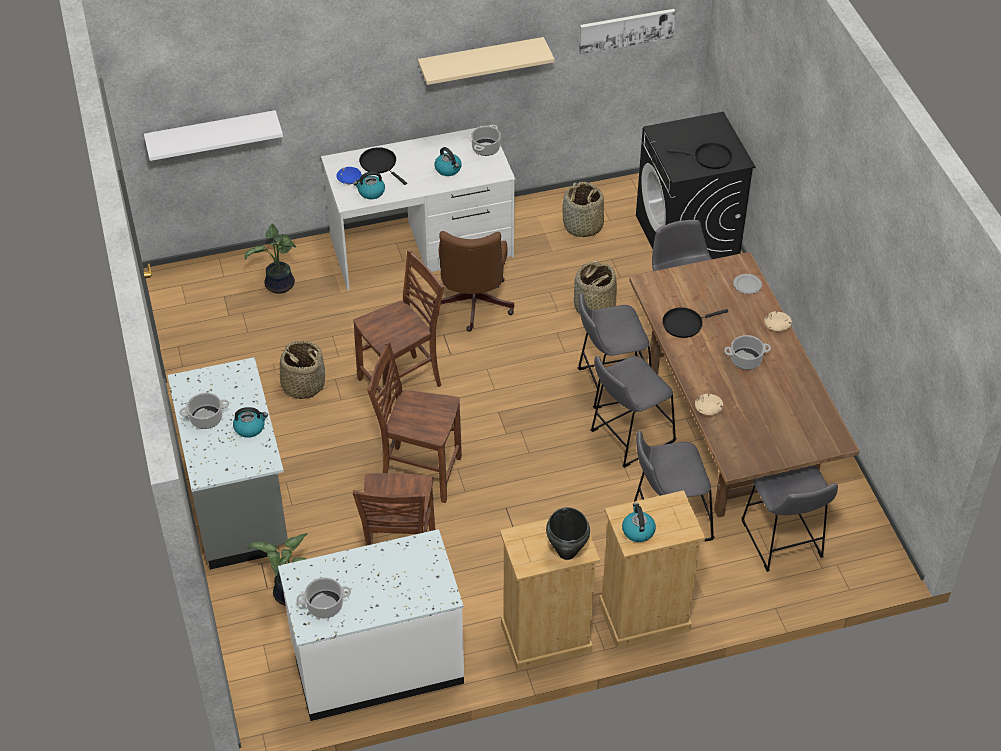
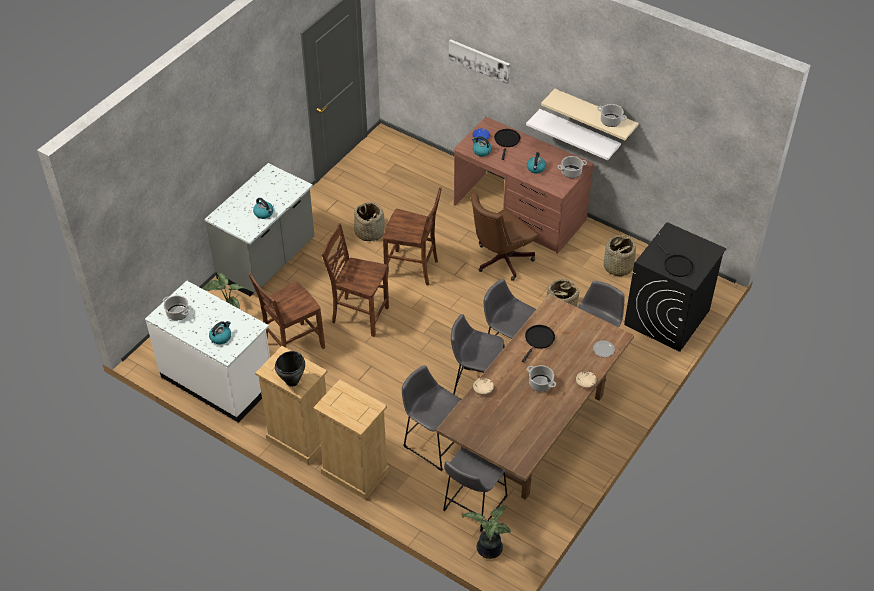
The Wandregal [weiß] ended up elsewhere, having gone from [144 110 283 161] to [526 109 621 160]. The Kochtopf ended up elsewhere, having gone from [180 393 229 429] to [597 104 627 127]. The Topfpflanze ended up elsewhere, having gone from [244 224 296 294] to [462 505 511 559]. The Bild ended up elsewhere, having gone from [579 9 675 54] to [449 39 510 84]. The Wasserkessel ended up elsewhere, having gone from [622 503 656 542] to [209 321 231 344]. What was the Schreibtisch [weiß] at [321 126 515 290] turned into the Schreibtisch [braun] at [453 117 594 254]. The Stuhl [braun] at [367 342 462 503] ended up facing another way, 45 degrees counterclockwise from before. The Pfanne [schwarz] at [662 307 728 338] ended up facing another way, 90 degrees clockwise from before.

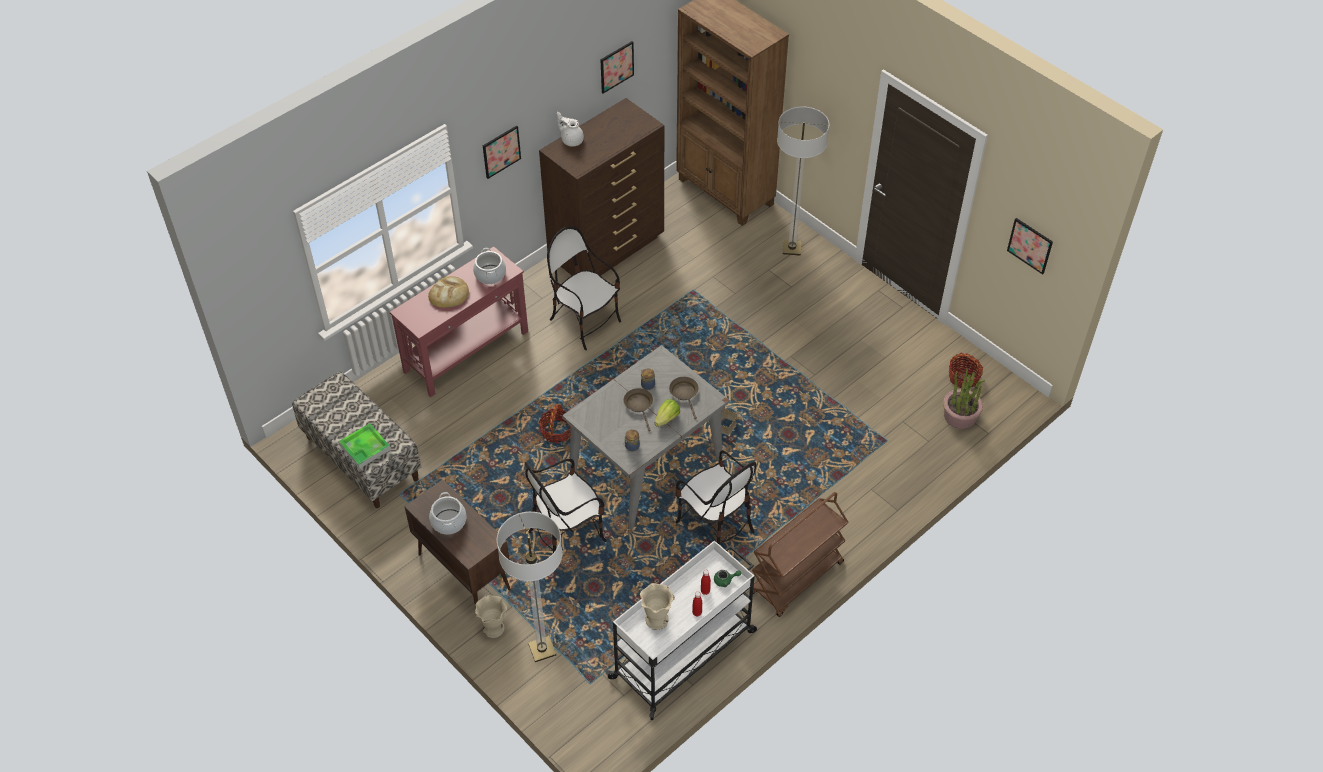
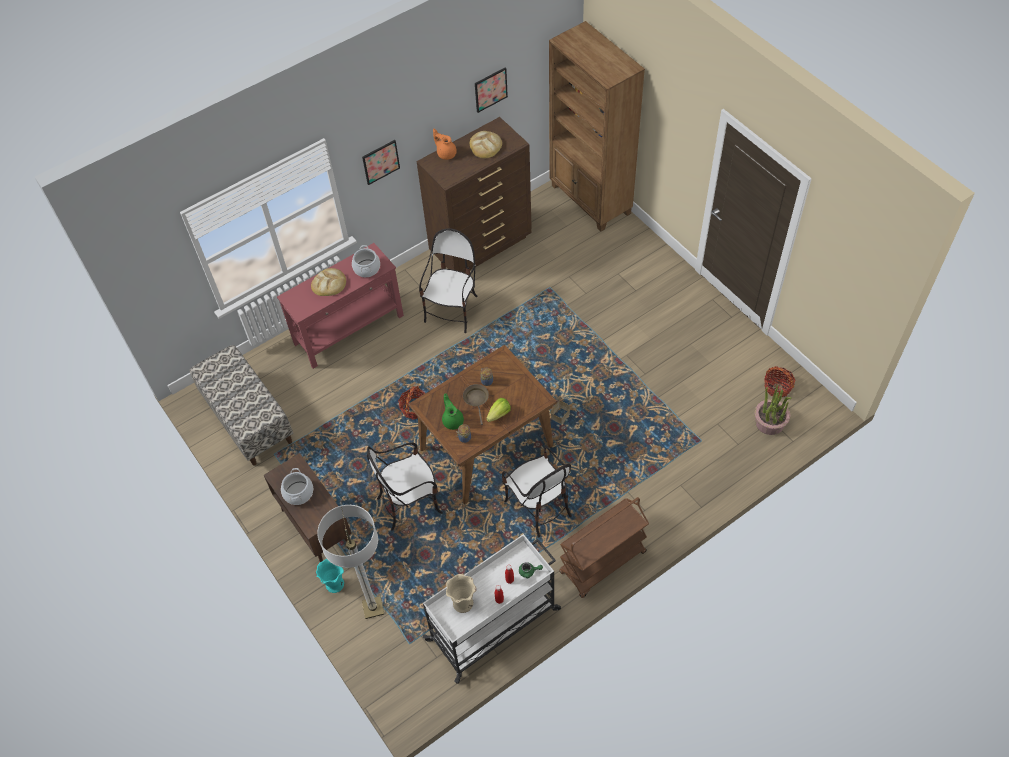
The second view lost the Tablett at [339 423 391 469]. The second view lost the Pfanne [braun] at [669 377 698 419]. The second view lost the Stehlampe at [777 107 829 256]. The second view lost the Bild at [1007 218 1053 275]. The second view gained the Teekanne [grün] at [442 393 464 430]. The second view gained the Brot at [470 131 502 158]. What was the Vase [beige] at [474 595 507 638] turned into the Vase [türkis] at [315 559 344 593]. What was the Teekanne [weiß] at [557 112 584 147] turned into the Teekanne [orange] at [433 128 457 160]. What was the Esstisch [grau] at [562 345 730 530] turned into the Esstisch [braun] at [408 345 557 504]. The Stuhl at [547 226 621 350] ended up facing another way, 60 degrees clockwise from before.

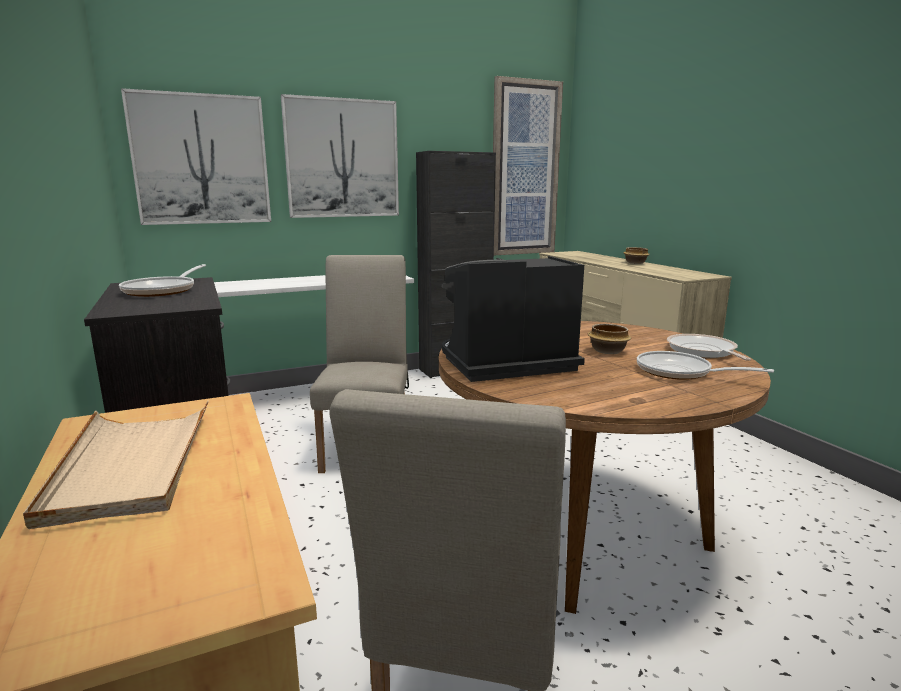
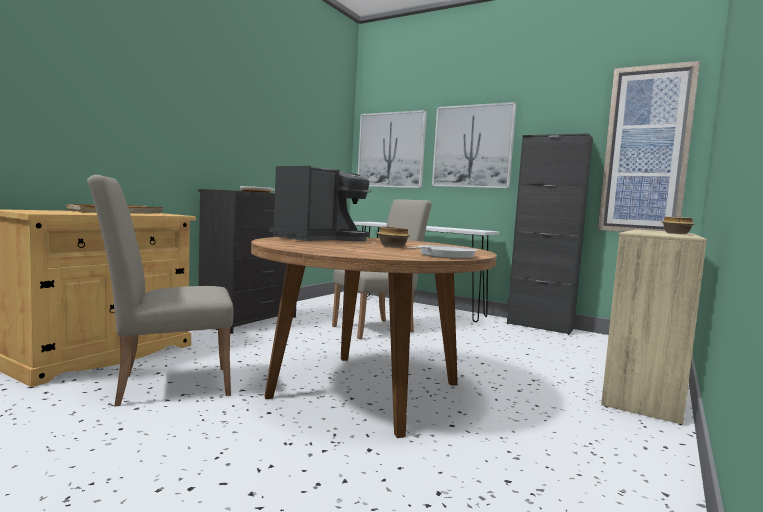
The second view lost the Pfanne at [637 351 774 380]. The Kaffeemaschine at [442 256 585 382] ended up facing another way, 90 degrees clockwise from before.

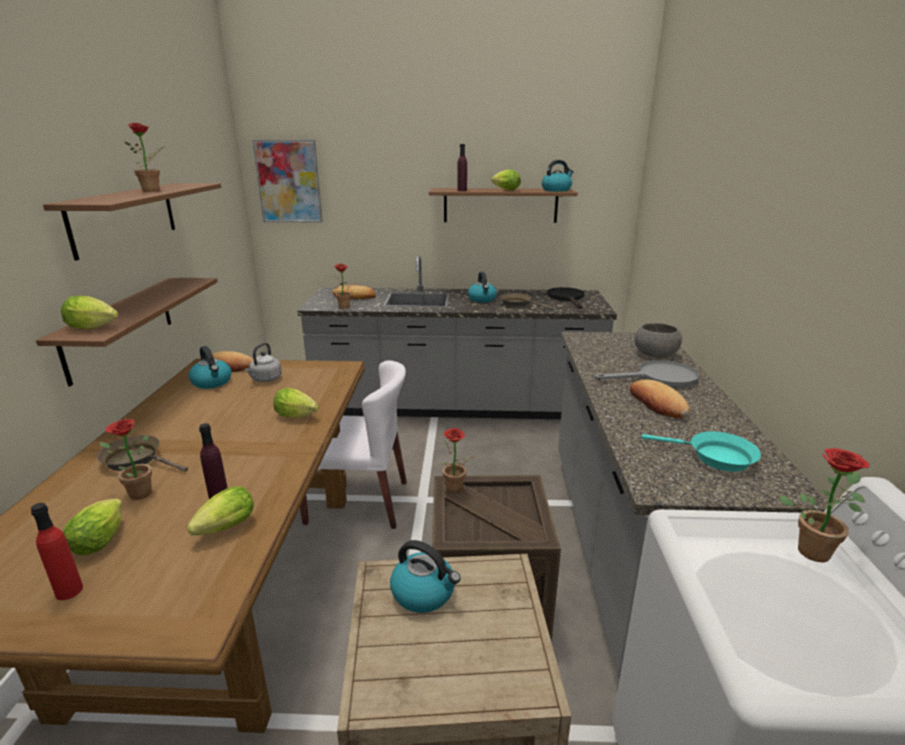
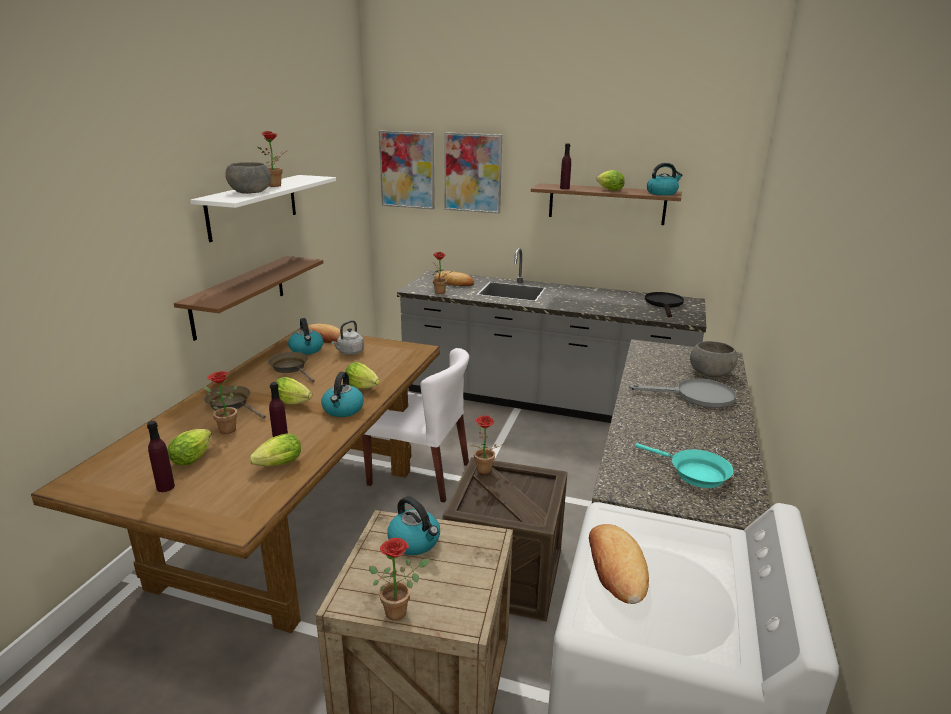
The second view gained the Schüssel [grau] at [225 162 271 194]. The second view gained the Bild at [444 132 502 214]. The Salatkopf ended up elsewhere, having gone from [61 295 118 329] to [276 377 312 405]. The Wasserkessel ended up elsewhere, having gone from [468 272 497 302] to [321 372 364 417]. The Pfanne [braun] ended up elsewhere, having gone from [500 293 553 309] to [268 352 314 382]. The Brot ended up elsewhere, having gone from [630 379 690 418] to [589 524 649 604]. The Topfpflanze ended up elsewhere, having gone from [778 448 870 562] to [369 538 430 621]. What was the Flasche [rot] at [31 503 83 600] turned into the Flasche [lila] at [147 421 175 492]. What was the Wandregal [braun] at [43 183 221 261] turned into the Wandregal [weiß] at [190 175 336 242].

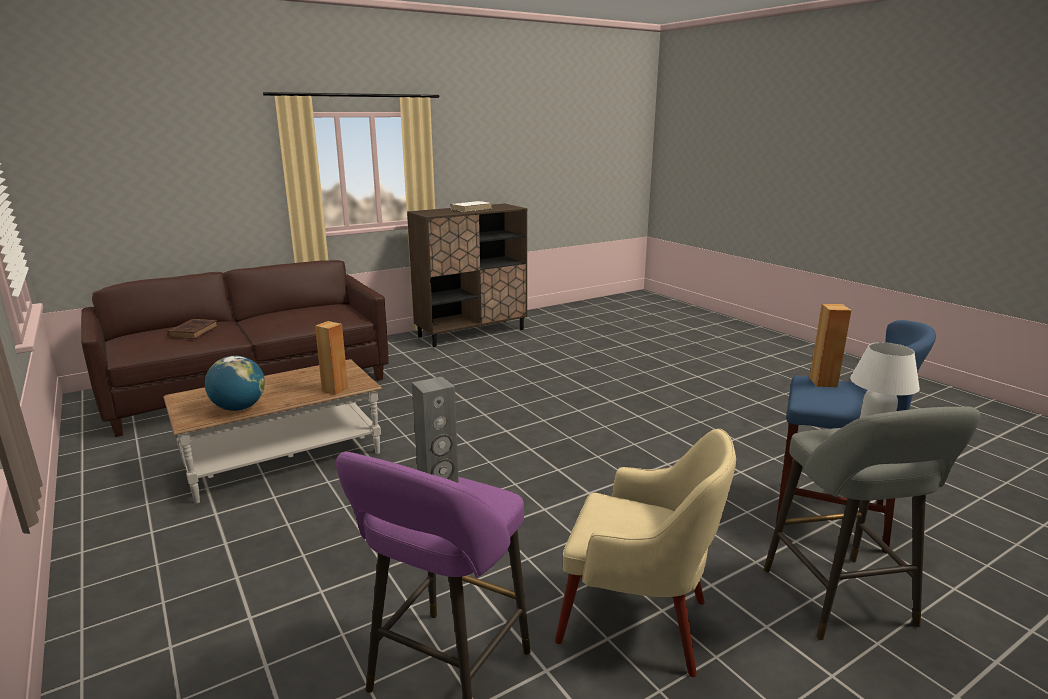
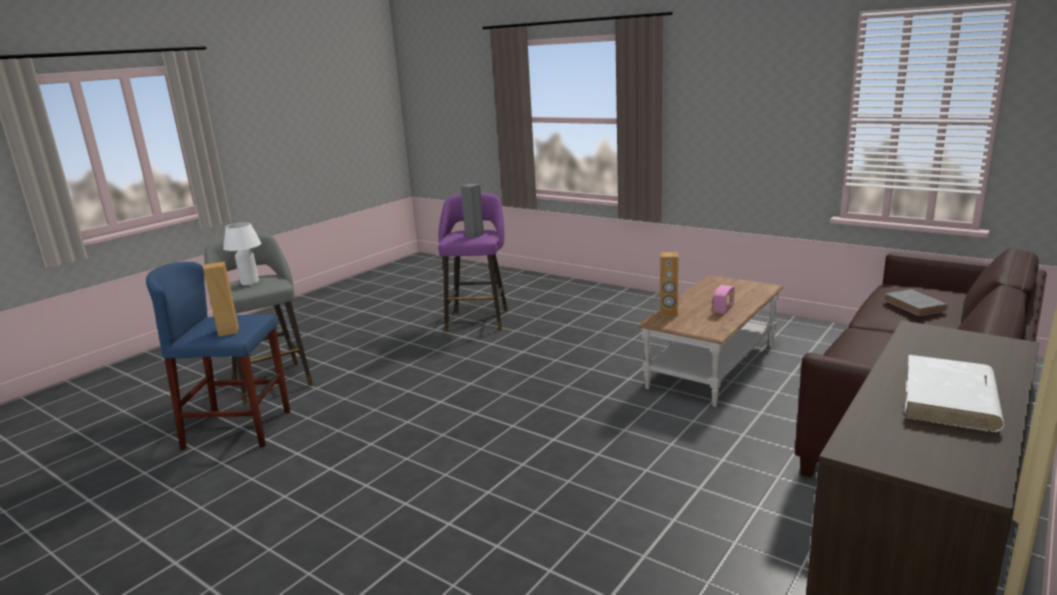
The second view lost the Globus at [205 356 265 411]. The second view lost the Sessel [beige] at [555 429 736 677]. The second view gained the Radio at [713 285 735 314]. What was the Buch [braun] at [167 319 218 339] turned into the Buch [grau] at [884 289 948 316].

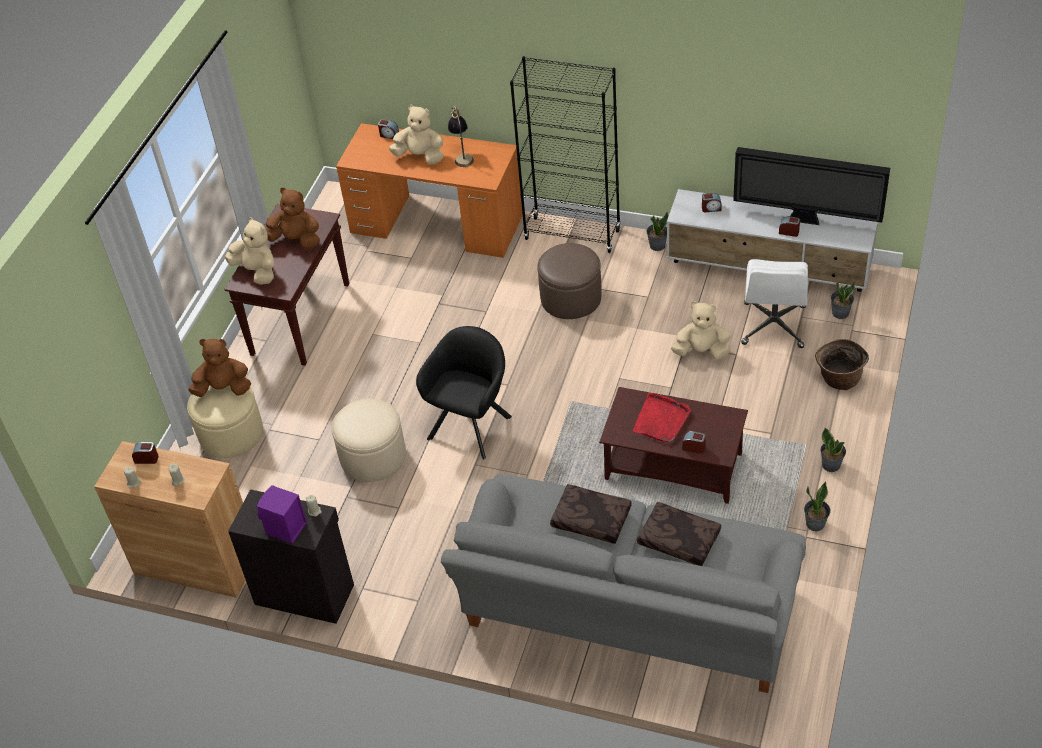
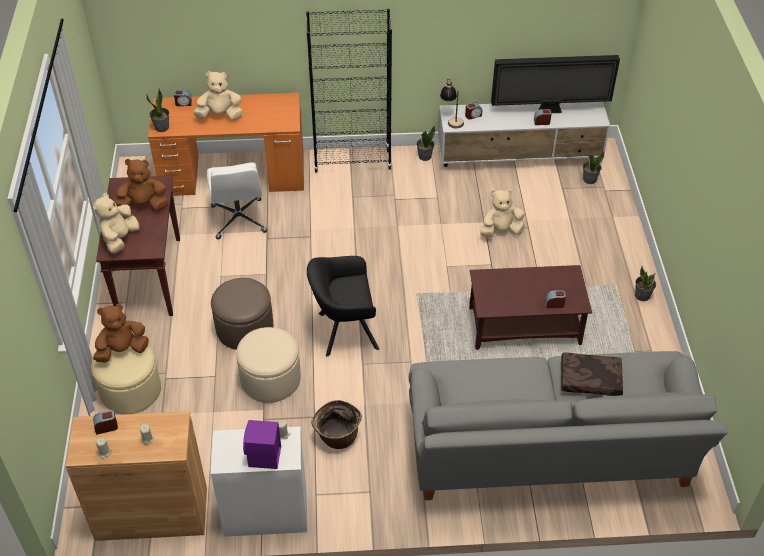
The second view lost the Kissen [braun] at [550 484 632 544]. The second view lost the Tablett [rot] at [633 392 691 442]. The Tischlampe ended up elsewhere, having gone from [448 106 474 167] to [440 77 464 128]. The Polsterhocker [braun] ended up elsewhere, having gone from [537 243 602 319] to [211 278 273 350]. The Bürostuhl [weiß] ended up elsewhere, having gone from [741 259 808 348] to [207 162 267 239]. The Topfpflanze ended up elsewhere, having gone from [804 481 831 531] to [146 88 169 132]. The Korb ended up elsewhere, having gone from [815 339 869 390] to [311 400 362 449]. What was the Schrank [schwarz] at [228 489 354 624] turned into the Schrank [weiß] at [211 426 307 537]. The Plüschtier [beige] at [225 217 274 285] ended up facing another way, 90 degrees counterclockwise from before. The Sessel [schwarz] at [416 326 512 459] ended up facing another way, 105 degrees counterclockwise from before.

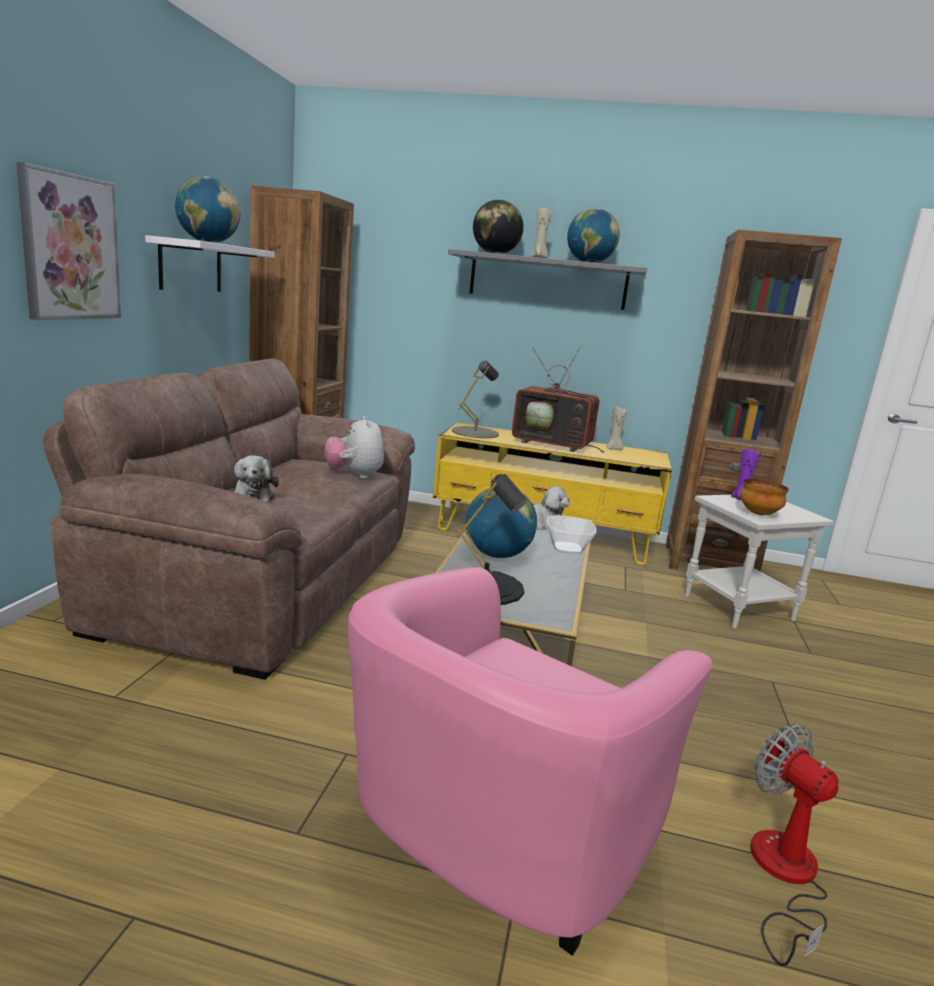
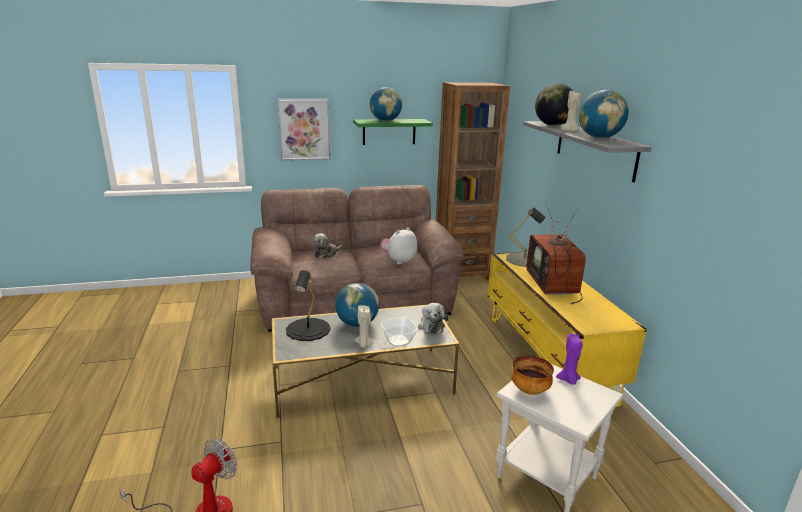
The second view lost the Sessel [rosa] at [348 567 713 955]. The second view lost the Bücherregal [braun] at [666 229 842 571]. The Kerze [beige] ended up elsewhere, having gone from [607 406 627 450] to [355 305 374 348]. What was the Wandregal [weiß] at [145 235 275 292] turned into the Wandregal [grün] at [353 119 433 145].

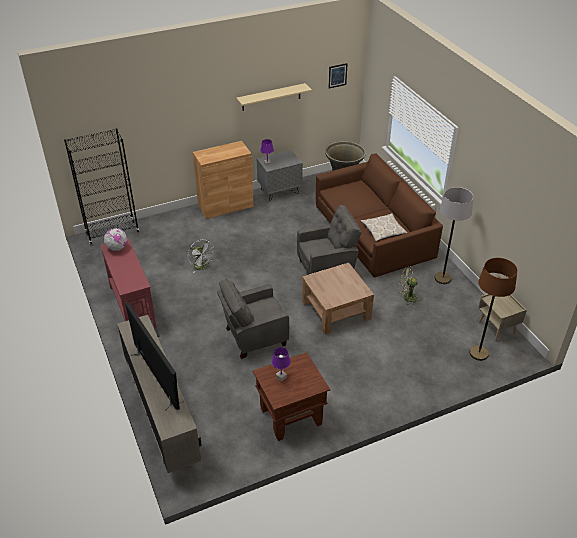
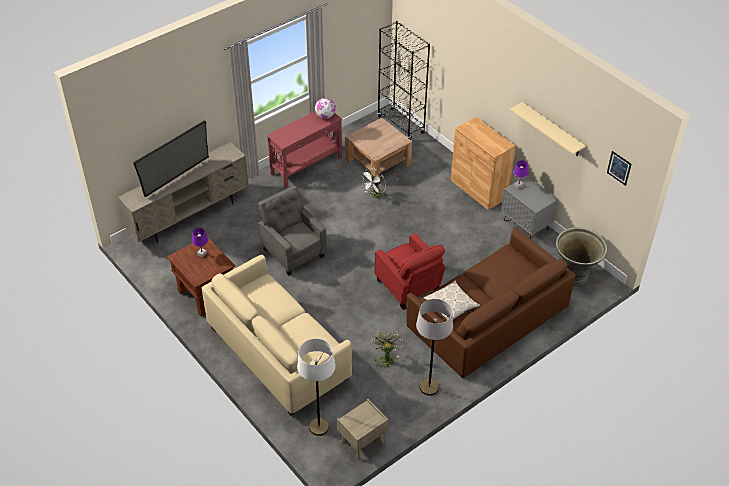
The second view gained the Sofa [beige] at [202 255 352 416]. The Couchtisch [braun] ended up elsewhere, having gone from [302 263 374 334] to [345 118 412 178]. What was the Sessel [grau] at [297 205 362 274] turned into the Sessel [rot] at [375 233 445 310]. What was the Stehlampe [braun] at [469 258 518 361] turned into the Stehlampe [weiß] at [297 338 335 436].

